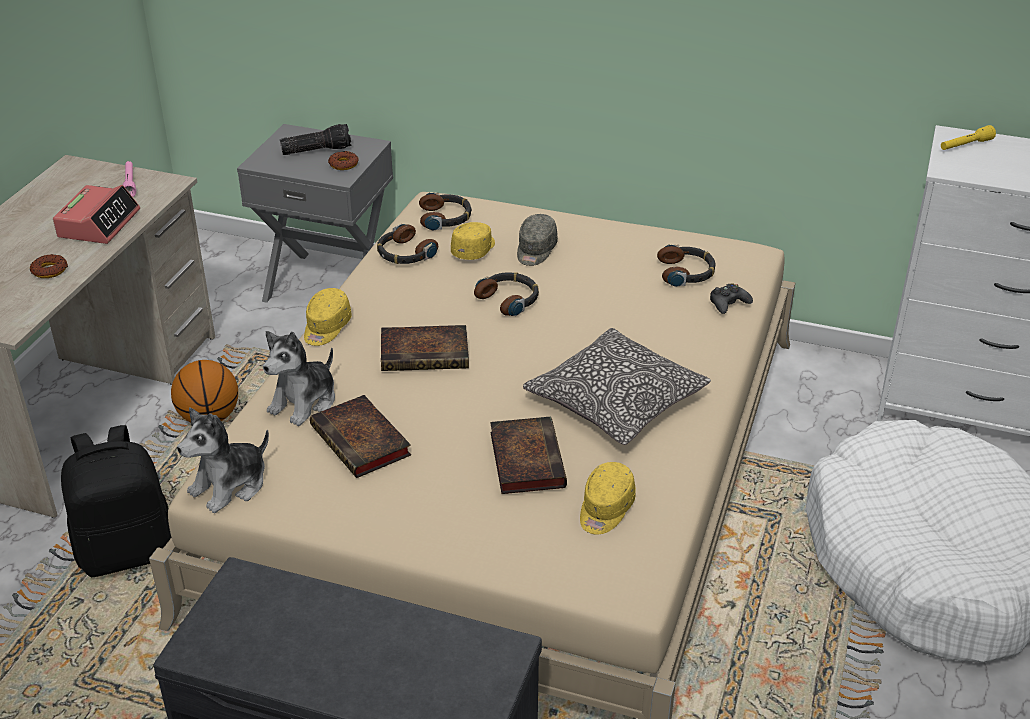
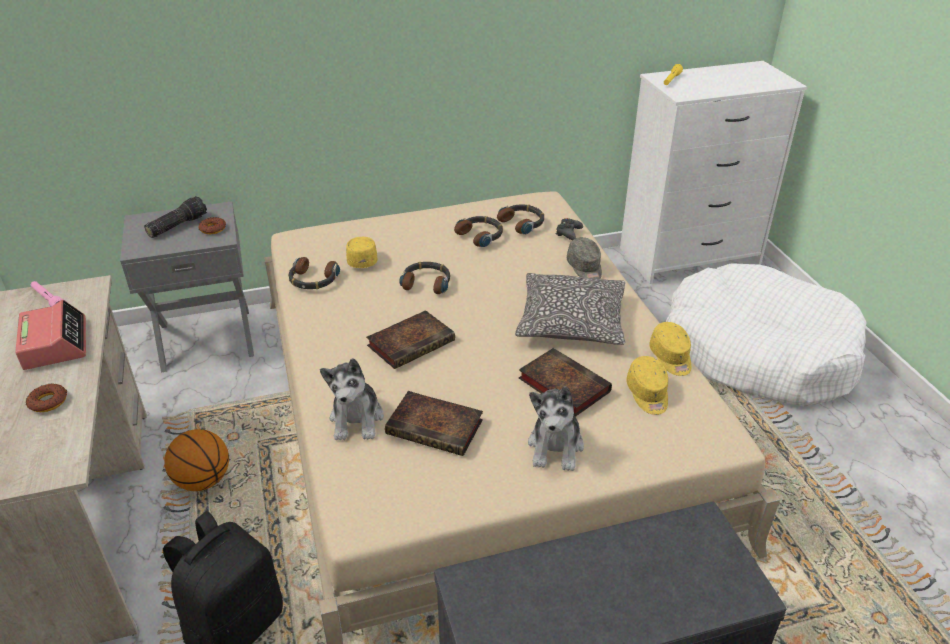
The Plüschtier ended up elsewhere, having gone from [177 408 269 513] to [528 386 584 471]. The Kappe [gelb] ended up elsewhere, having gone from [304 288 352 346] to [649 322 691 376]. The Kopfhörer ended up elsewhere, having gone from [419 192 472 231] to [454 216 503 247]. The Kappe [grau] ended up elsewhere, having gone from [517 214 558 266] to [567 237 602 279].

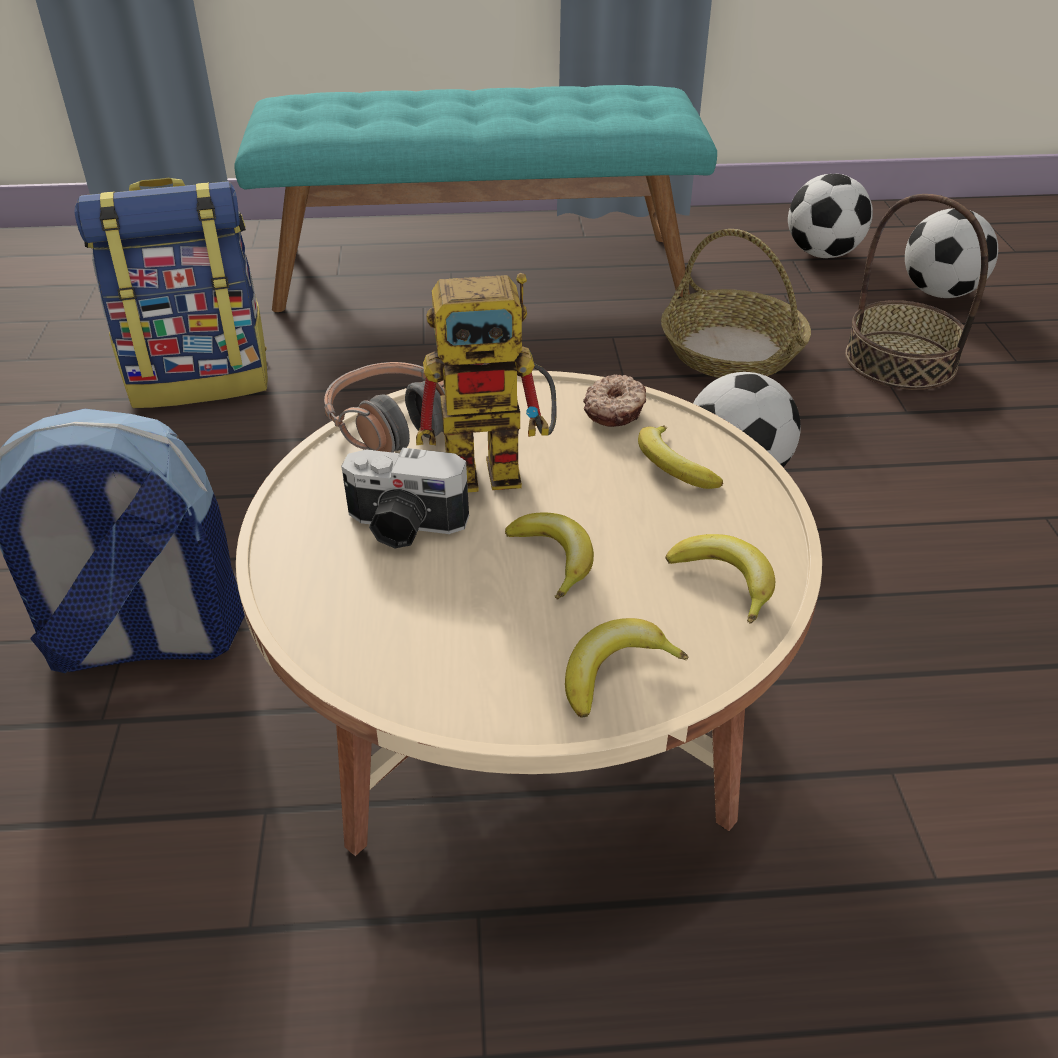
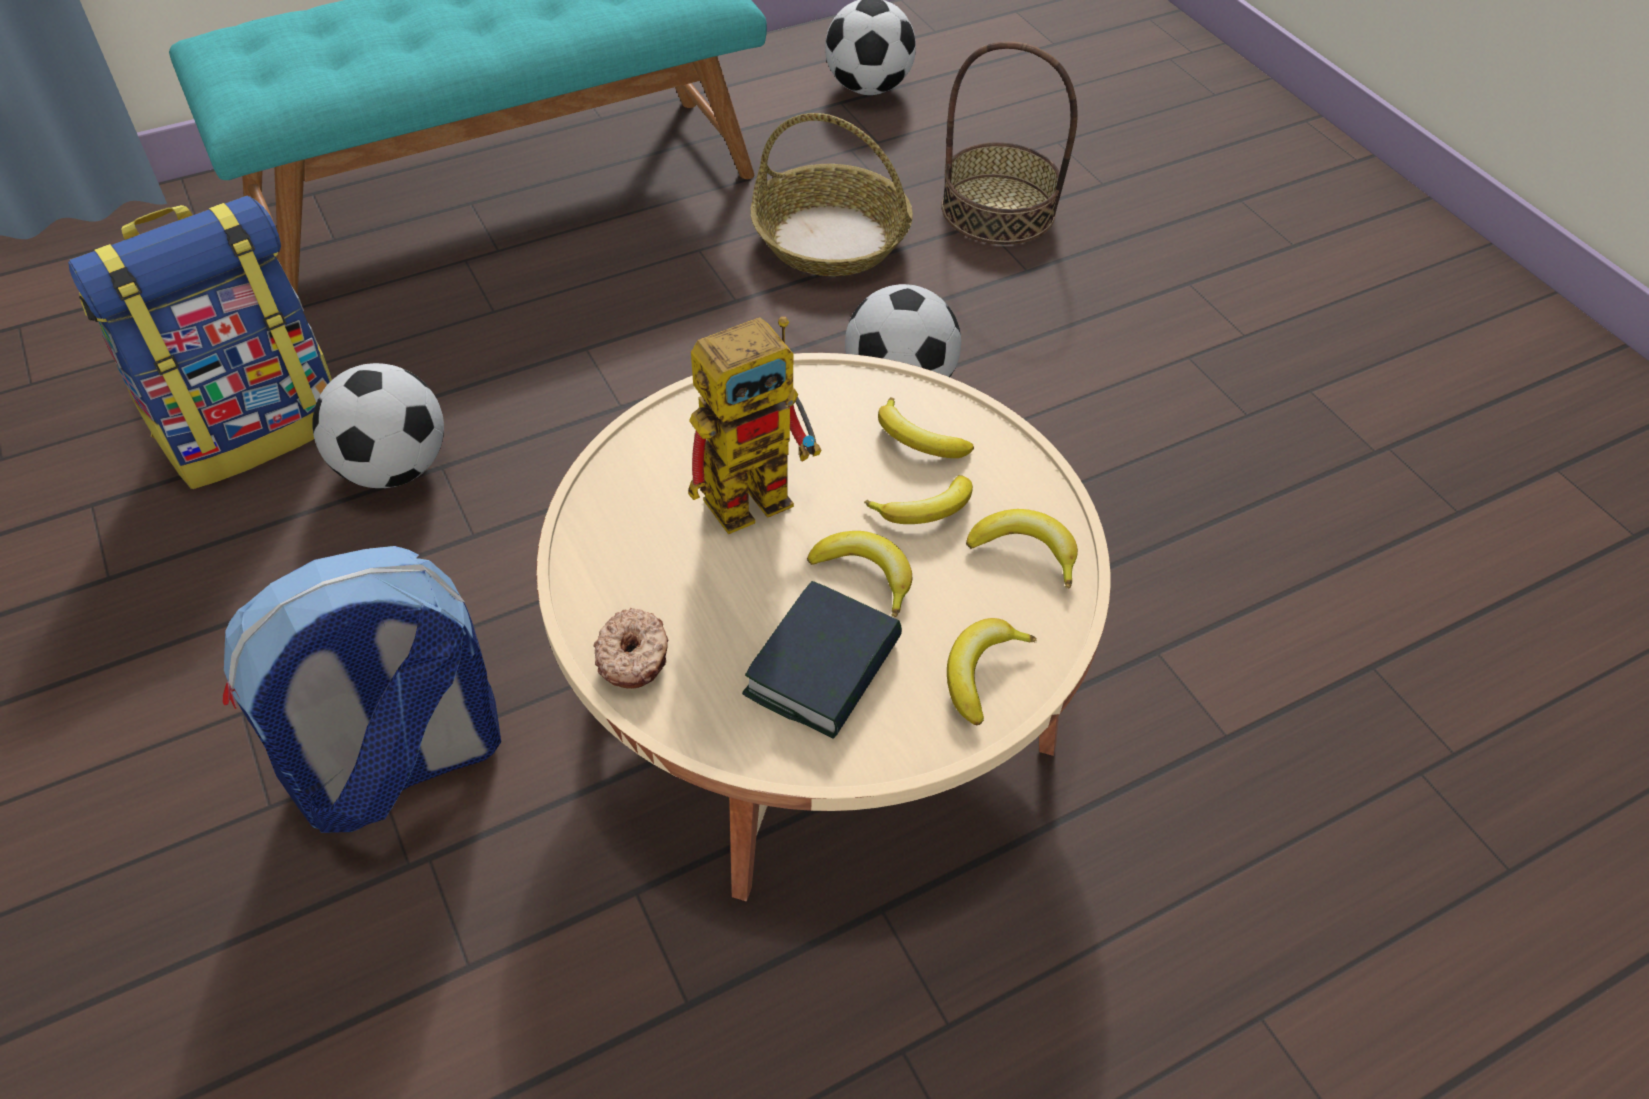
The second view lost the Kopfhörer at [324 362 445 453]. The second view lost the Kamera at [341 448 469 548]. The second view gained the Buch at [742 581 902 739]. The second view gained the Banane at [864 475 973 524]. The Donut ended up elsewhere, having gone from [583 374 646 427] to [593 608 668 689]. The Fußball ended up elsewhere, having gone from [905 208 998 298] to [312 363 444 488].

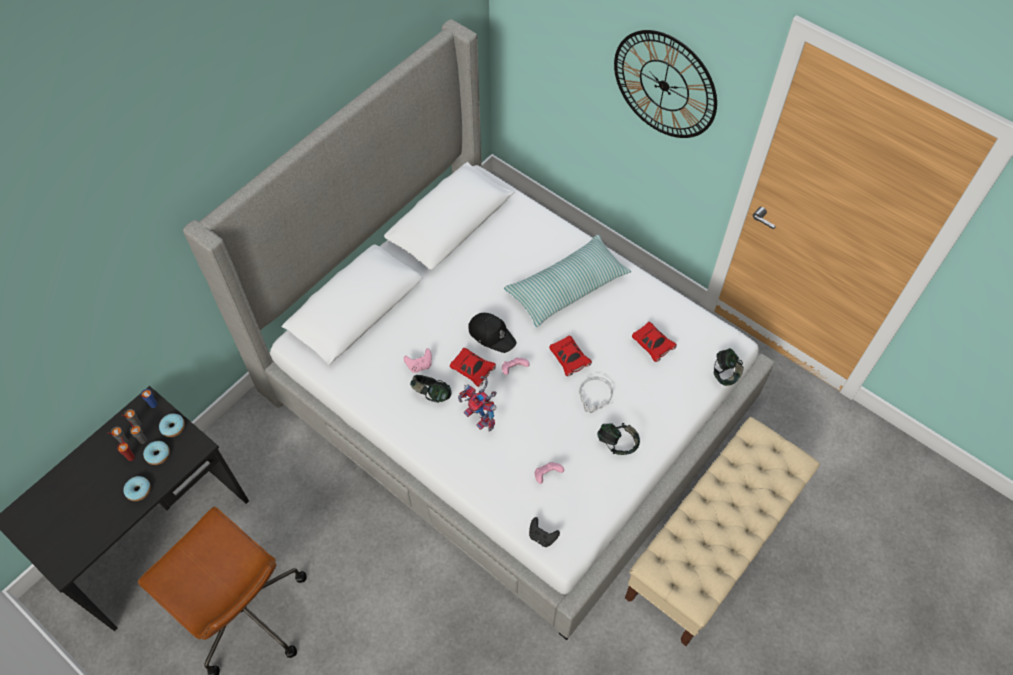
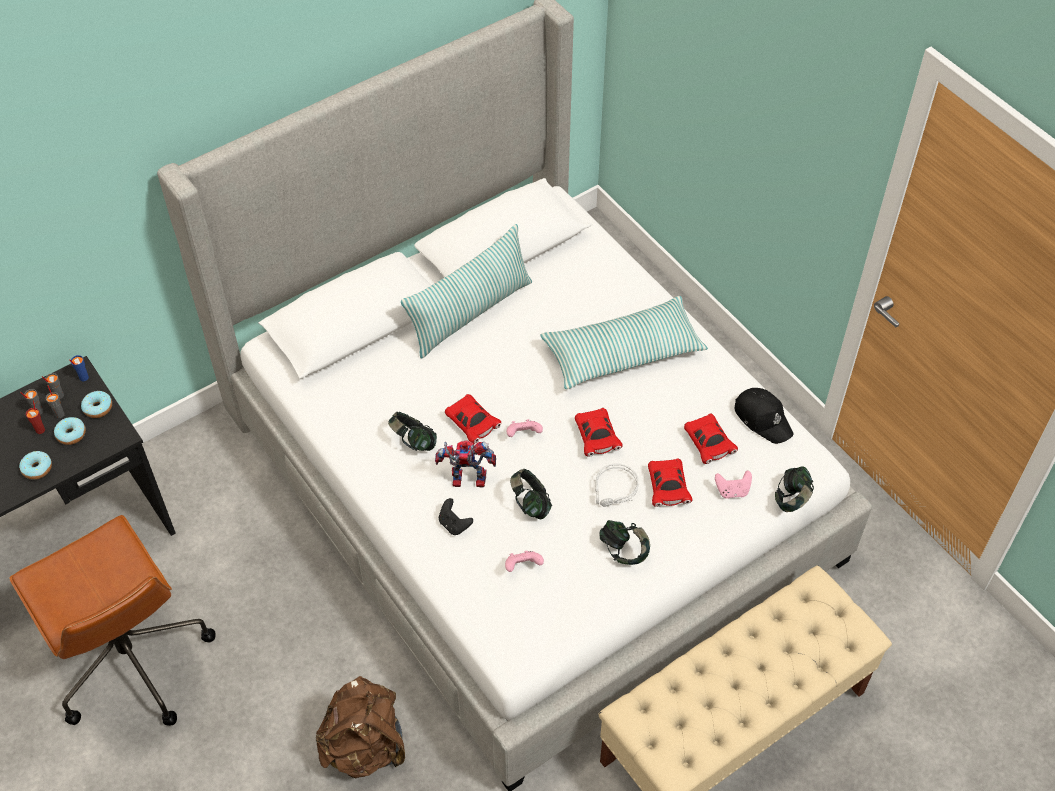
The second view lost the Wanduhr at [614 30 717 138]. The second view gained the Rucksack [braun] at [316 676 405 778]. The second view gained the Kissen at [401 224 532 359]. The second view gained the Kopfhörer at [510 469 552 519]. The second view gained the Spielzeugauto [rot] at [648 458 693 507]. The Gamepad [rosa] ended up elsewhere, having gone from [404 348 432 373] to [715 470 752 499]. The Kappe [schwarz] ended up elsewhere, having gone from [468 313 517 353] to [735 388 793 444]. The Gamepad [schwarz] ended up elsewhere, having gone from [529 517 560 547] to [439 498 473 535]. The Spielzeugroboter at [458 376 497 432] ended up facing another way, 120 degrees clockwise from before.

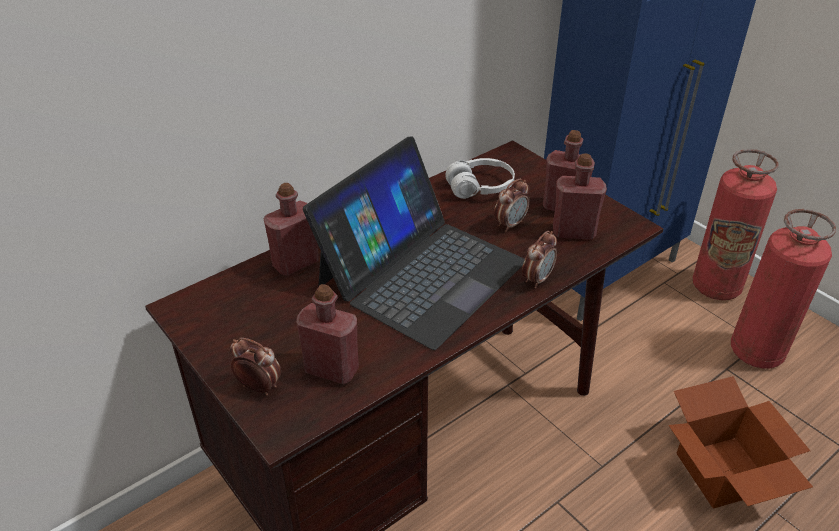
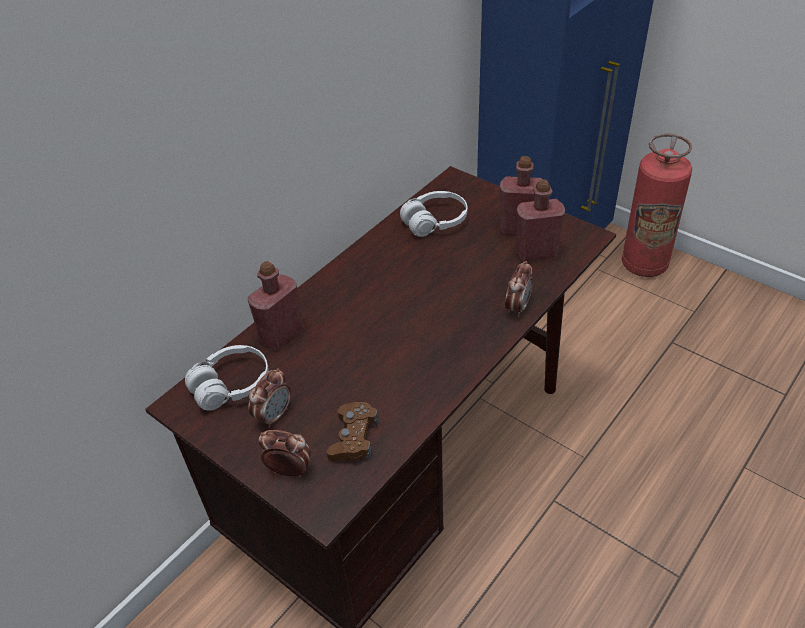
The second view lost the Laptop at [303 136 525 350]. The second view lost the Karton at [668 376 813 509]. The second view lost the Feuerlöscher at [731 209 836 368]. The second view gained the Kopfhörer [weiß] at [185 345 269 411]. The Wecker ended up elsewhere, having gone from [494 179 530 232] to [248 368 291 428]. Where the Flasche [rot] stood at [296 284 359 384], the Gamepad [braun] came to stand at [327 402 379 461].

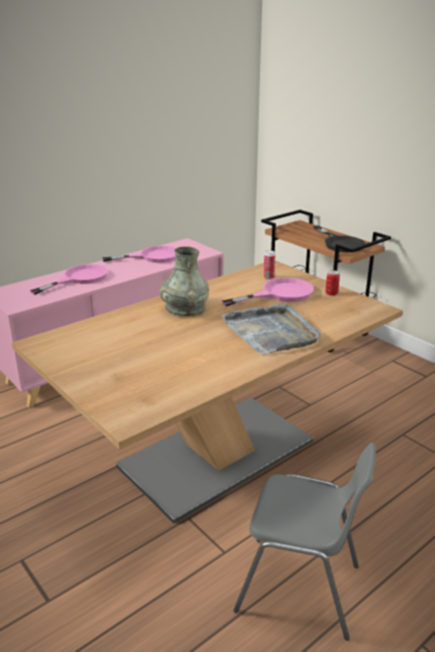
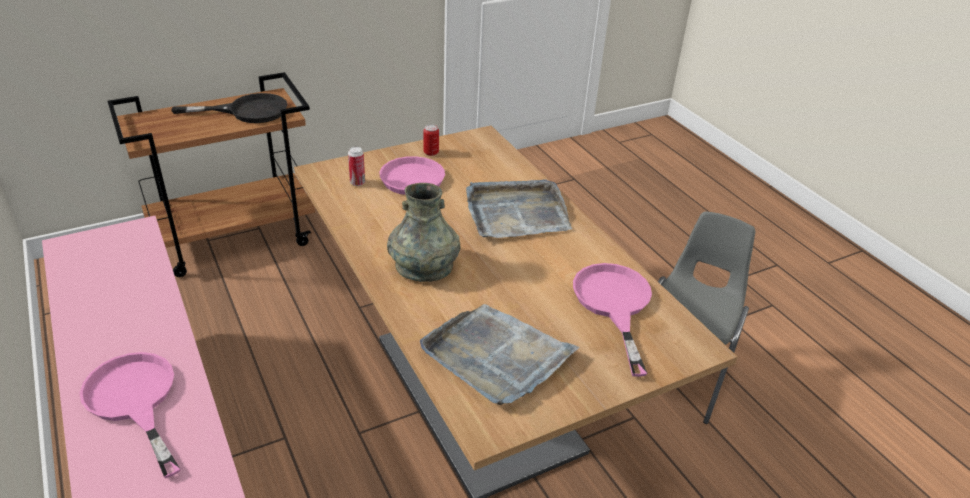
The second view gained the Tablett [grau] at [420 304 580 405]. The Pfanne [rosa] ended up elsewhere, having gone from [102 246 176 263] to [573 263 652 377].

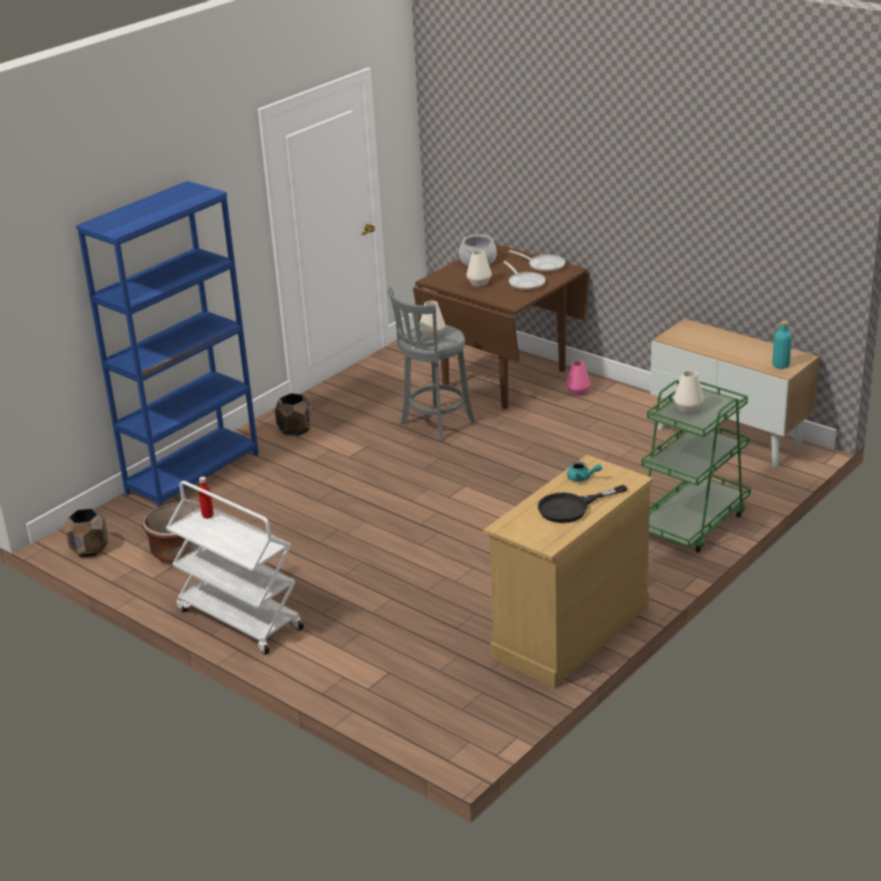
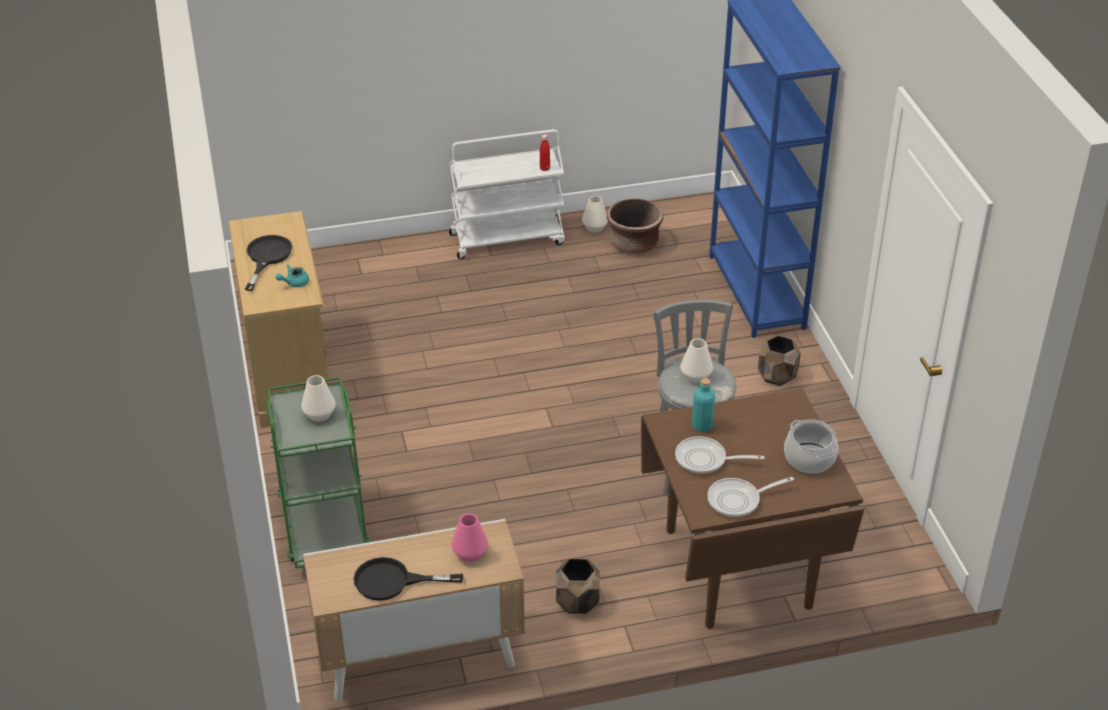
The second view gained the Pfanne [schwarz] at [354 557 463 601]. The Pflanzkübel [braun] ended up elsewhere, having gone from [65 509 108 557] to [556 559 600 614]. The Vase [weiß] ended up elsewhere, having gone from [466 250 492 287] to [582 196 608 233]. The Vase [rosa] ended up elsewhere, having gone from [566 361 591 396] to [452 514 488 562]. The Flasche [türkis] ended up elsewhere, having gone from [772 321 792 369] to [692 378 715 432].

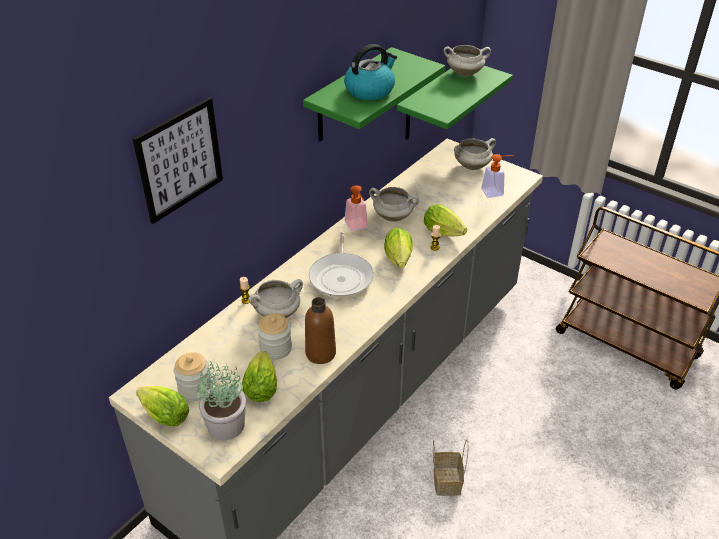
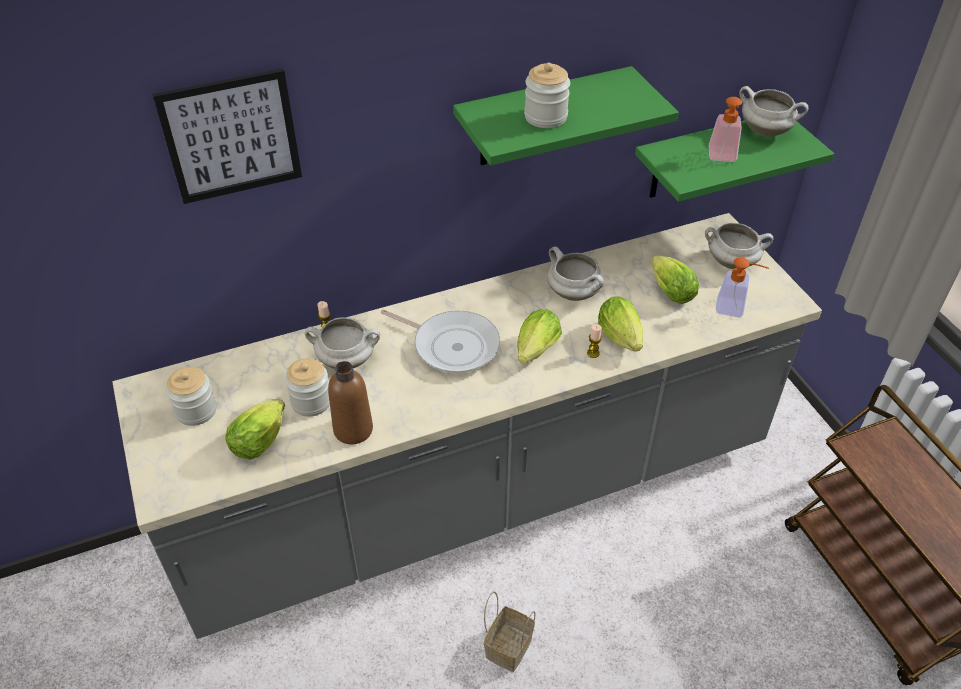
The second view lost the Topfpflanze at [197 361 246 440]. The Salatkopf ended up elsewhere, having gone from [136 386 189 426] to [651 255 699 304]. The Seifenspender ended up elsewhere, having gone from [344 185 368 231] to [709 97 742 162]. Where the Wasserkessel stood at [344 44 397 100], the Vorratsglas came to stand at [524 63 570 128]. The Pfanne at [309 232 374 297] ended up facing another way, 90 degrees counterclockwise from before.

